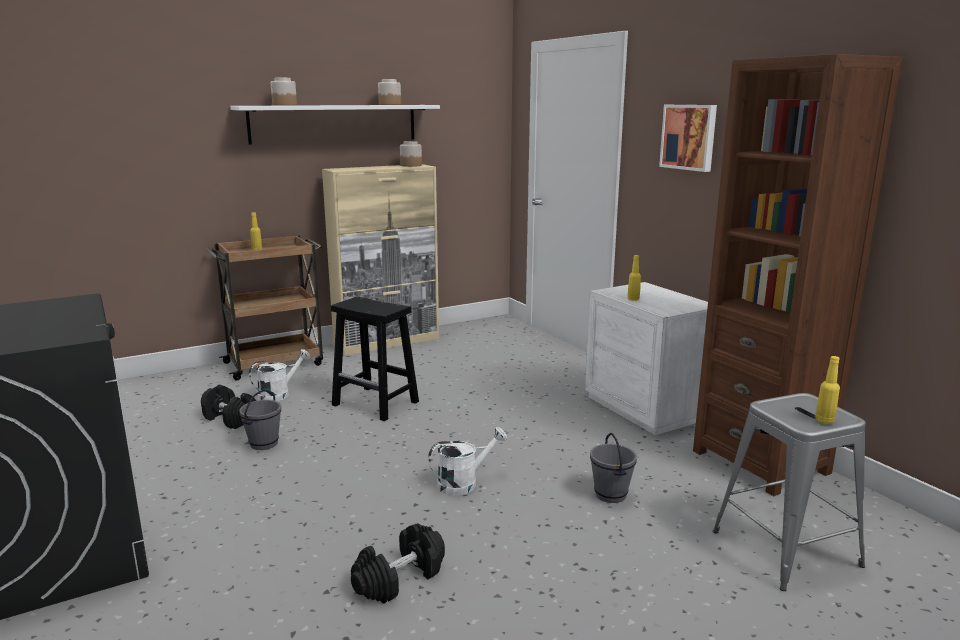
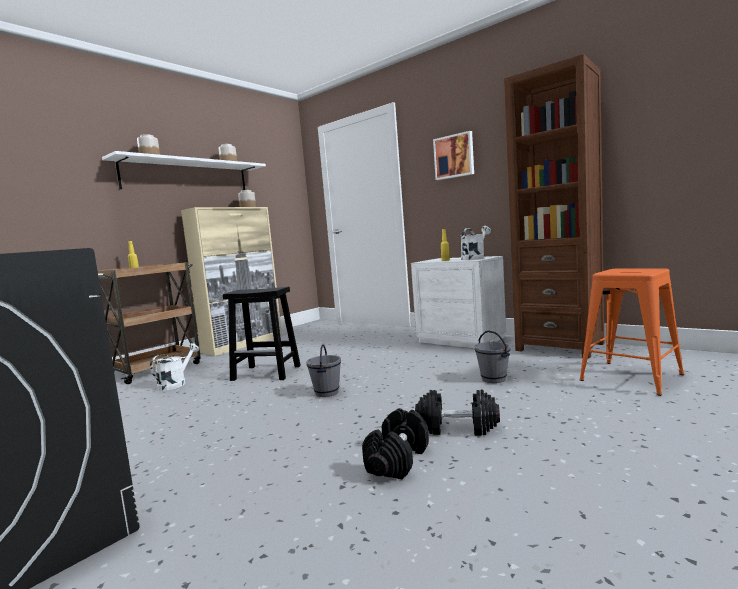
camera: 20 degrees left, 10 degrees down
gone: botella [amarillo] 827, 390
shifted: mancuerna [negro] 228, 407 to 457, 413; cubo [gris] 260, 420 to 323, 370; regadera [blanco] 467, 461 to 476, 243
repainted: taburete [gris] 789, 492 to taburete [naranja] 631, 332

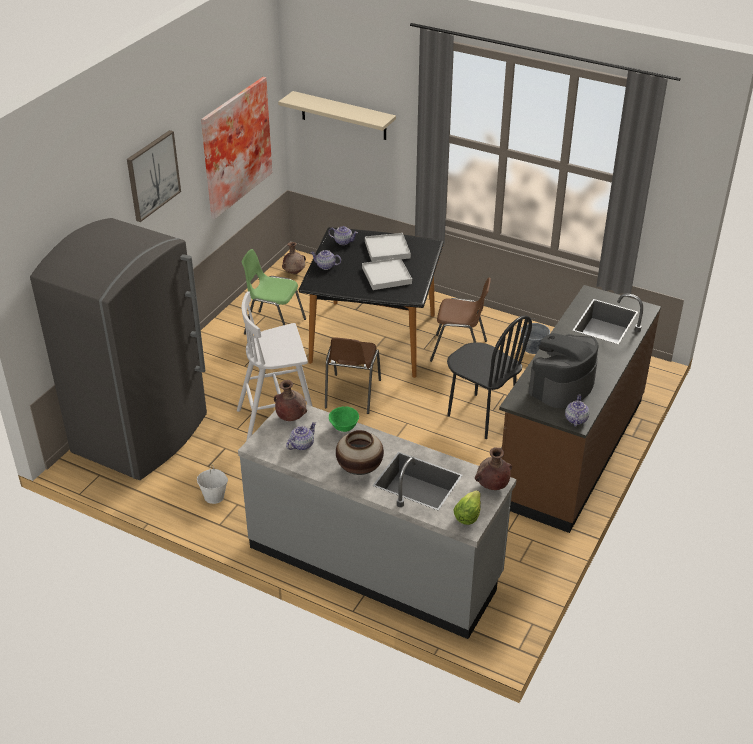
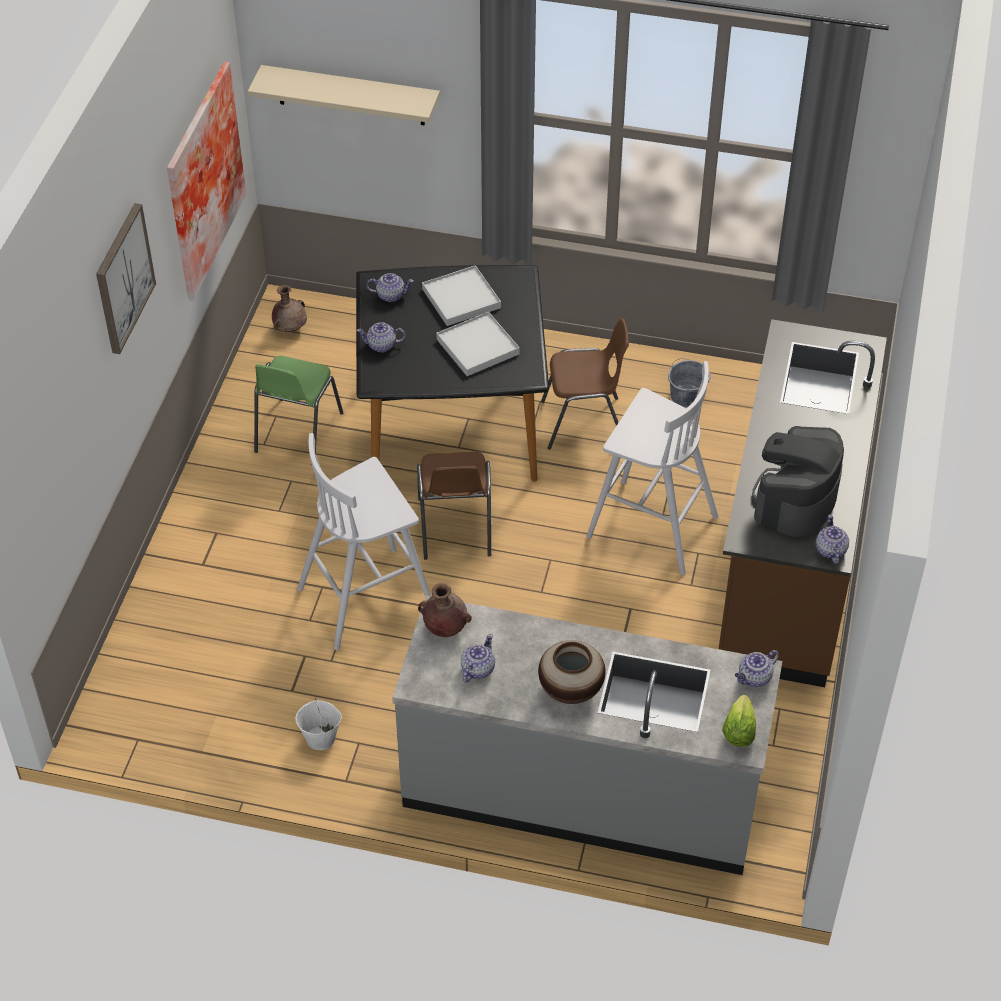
camera: 15 degrees left, 10 degrees up
gone: nevera [gris] 118, 349; cuenco [verde] 344, 419
swapped: silla [negro] 489, 377 to taburete [blanco] 652, 468; florero [marrón] 493, 468 to tetera 757, 668
rotated: silla [verde] 274, 292 = 298, 410 75 degrees counterclockwise

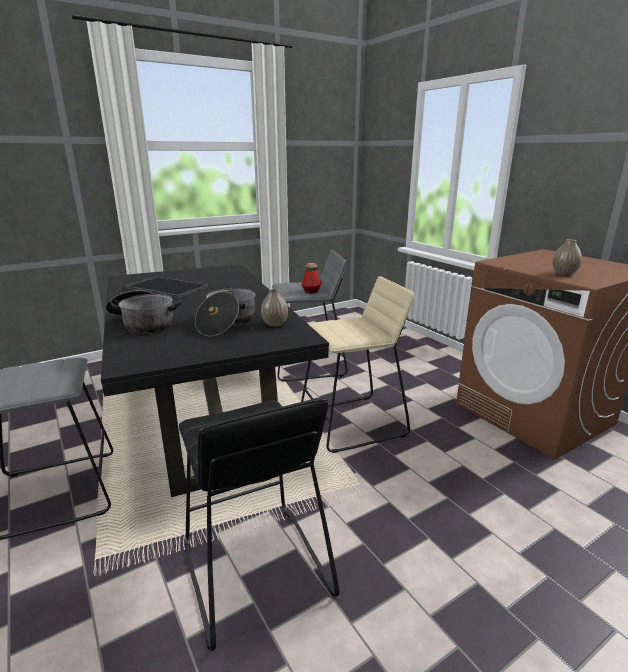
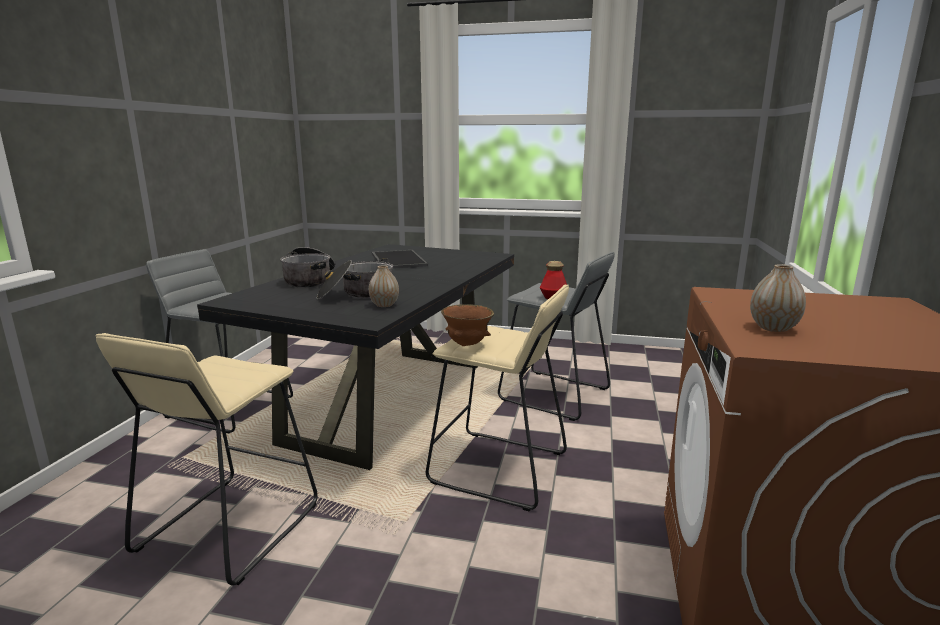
camera: 45 degrees right, 5 degrees down
new: cuenco [marrón] 467, 325
repainted: taburete [negro] 259, 524 to taburete [beis] 206, 459

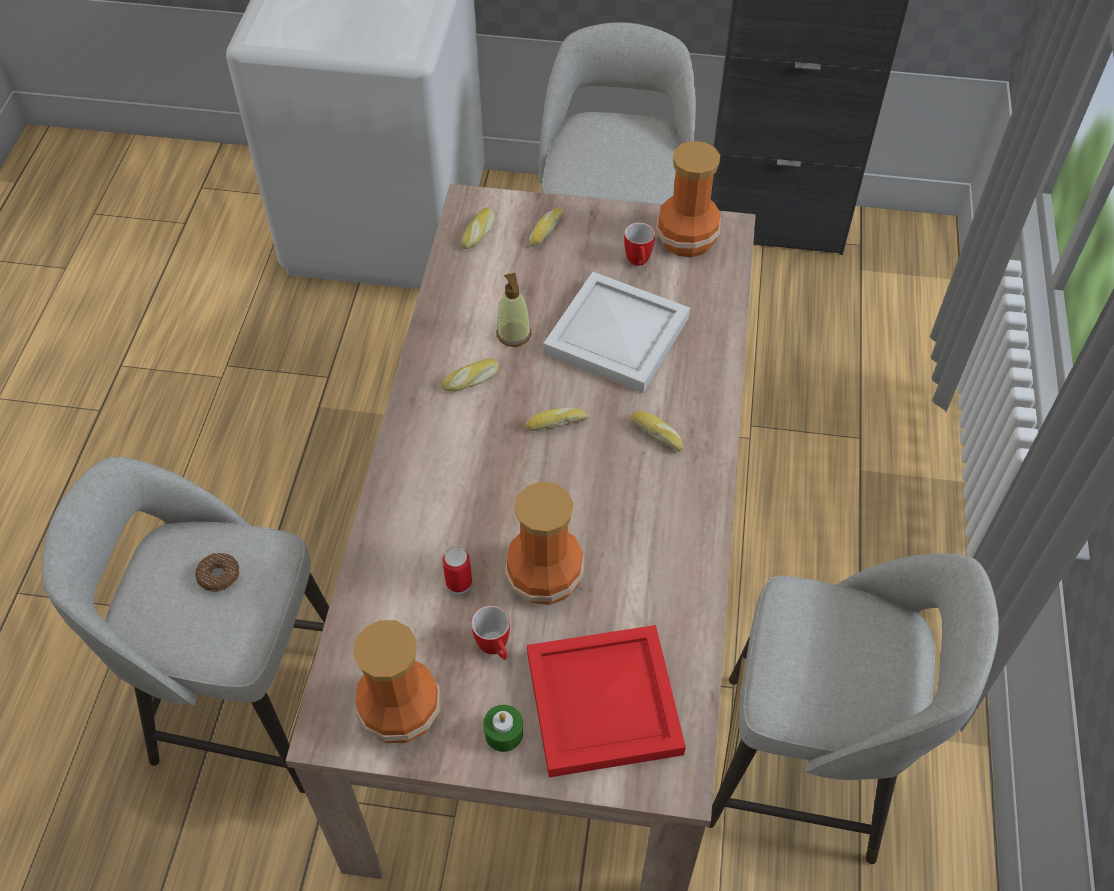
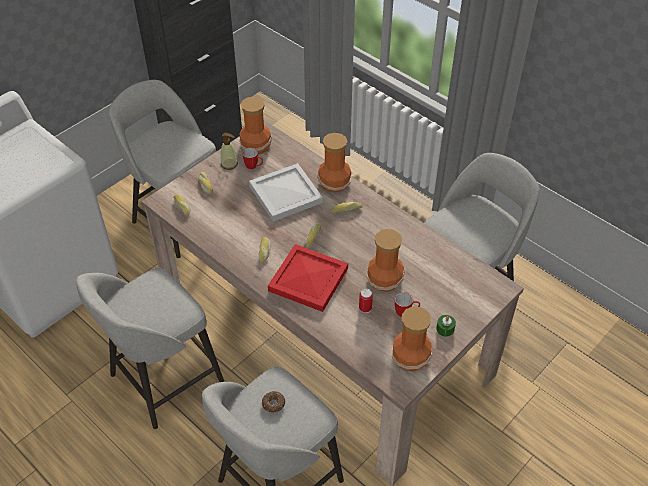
camera: 55 degrees left, 5 degrees down
new: taburete [gris] 150, 348; florero 334, 162
shifted: dispensador de jabón 513, 310 to 229, 151; bandeja [rojo] 606, 701 to 308, 278

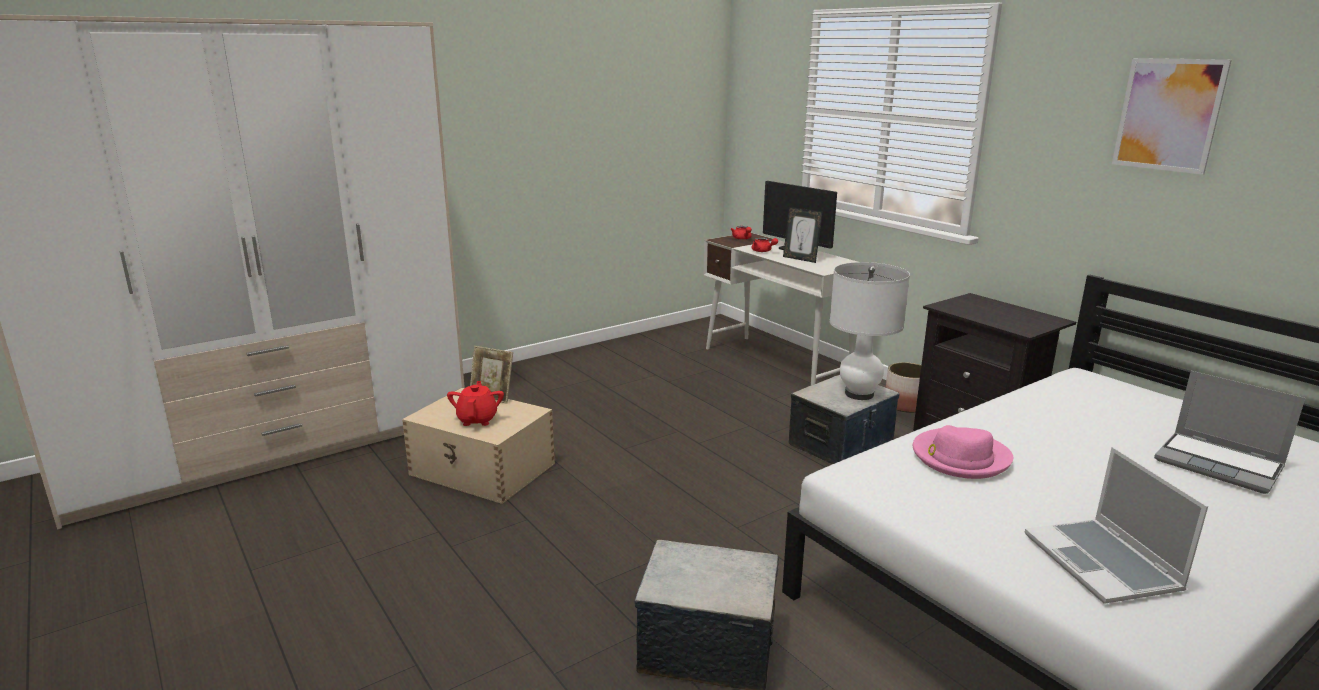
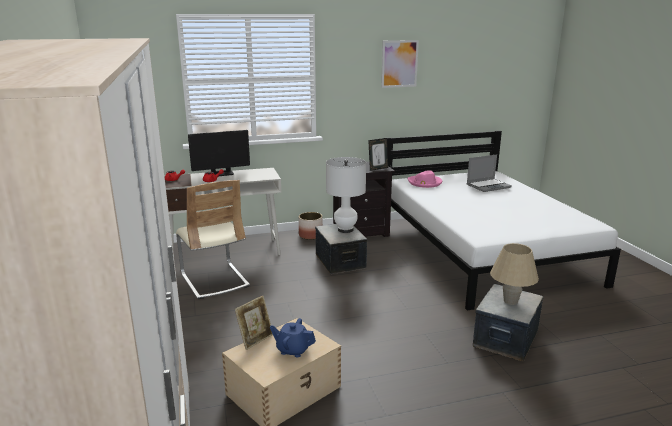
camera: 70 degrees left, 0 degrees up
gone: portátil 1116, 525
new: silla [beis] 213, 239; lámpara de mesa [beis] 514, 274
shifted: portarretratos 803, 235 to 378, 154; sombrero [rosa] 963, 452 to 425, 179
repainted: tetera [rojo] 475, 403 to tetera [azul] 293, 337

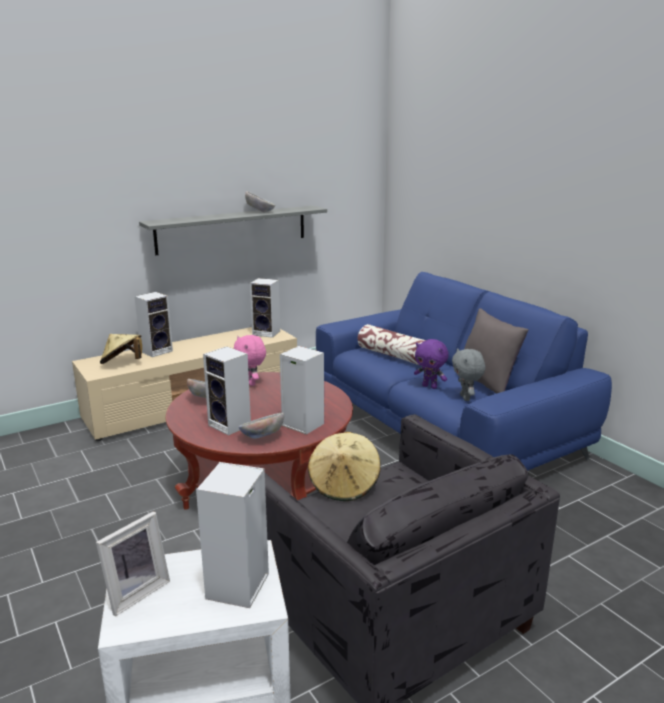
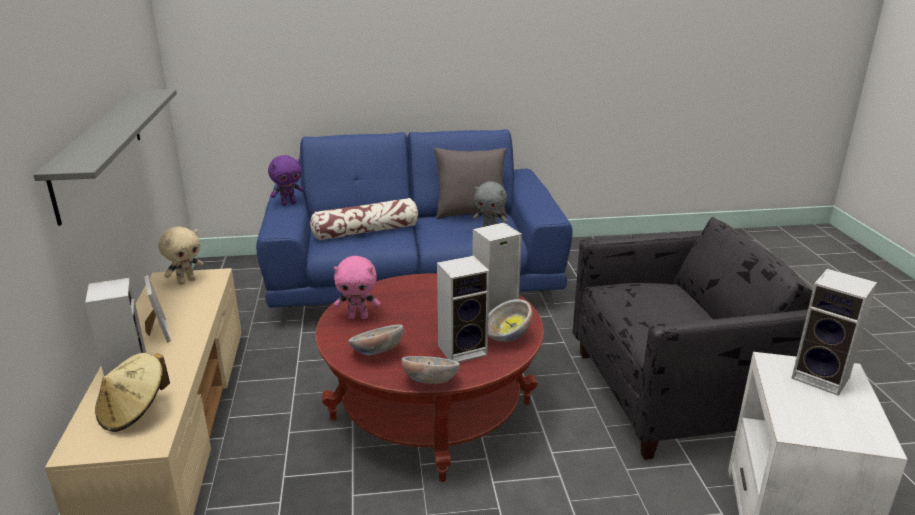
camera: 65 degrees left, 5 degrees up
gone: sombrero [beis] 344, 466
shifted: portarretratos 133, 563 to 157, 309; cuenco 260, 201 to 431, 370; peluche [morado] 431, 364 to 286, 180
swapped: altavoz 265, 308 to peluche [beis] 181, 255

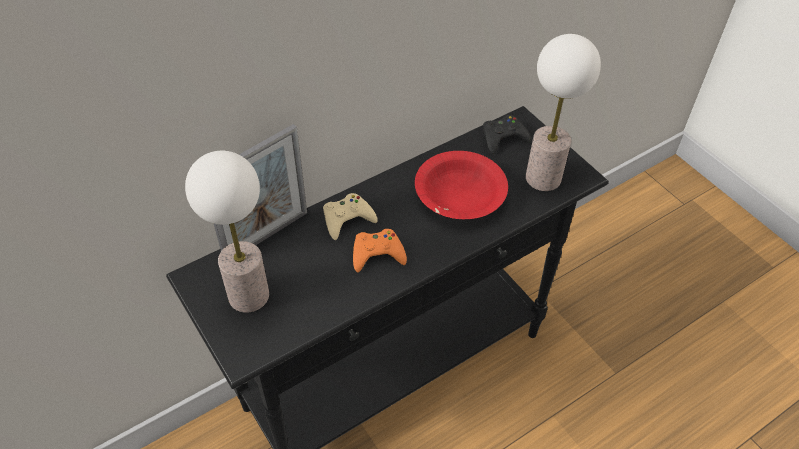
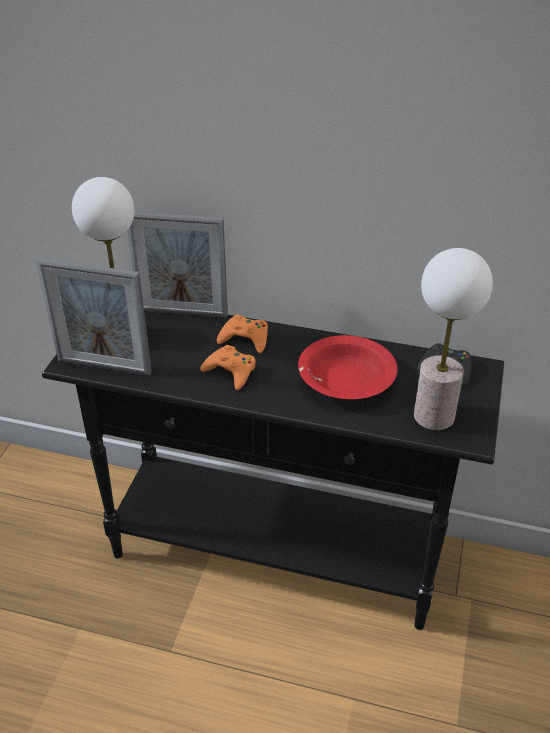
camera: 50 degrees right, 10 degrees down
new: portarretratos 94, 317
repainted: mando de consola [beis] 350, 216 to mando de consola [naranja] 242, 334

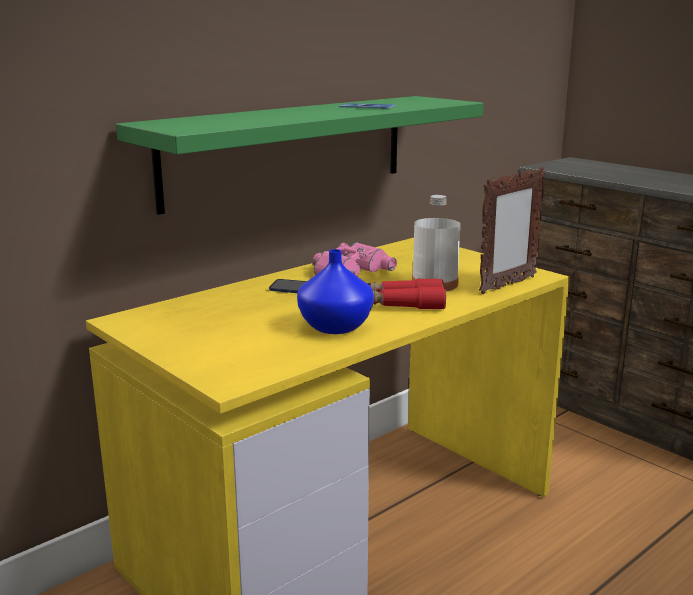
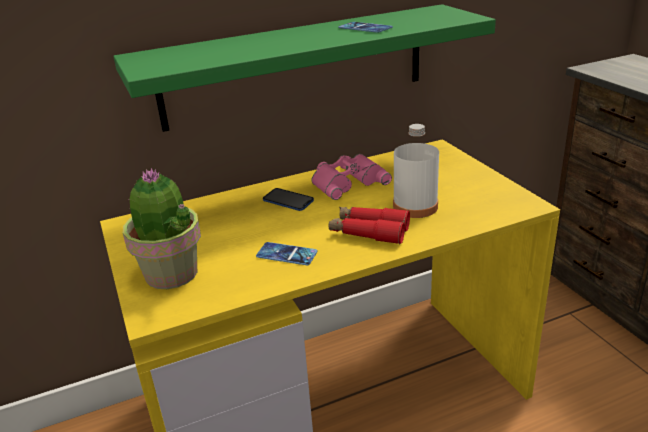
camera: 20 degrees right, 10 degrees up
gone: portarretratos 512, 230
new: planta en maceta 162, 228
swapped: florero [azul] 335, 291 to móvil 287, 253

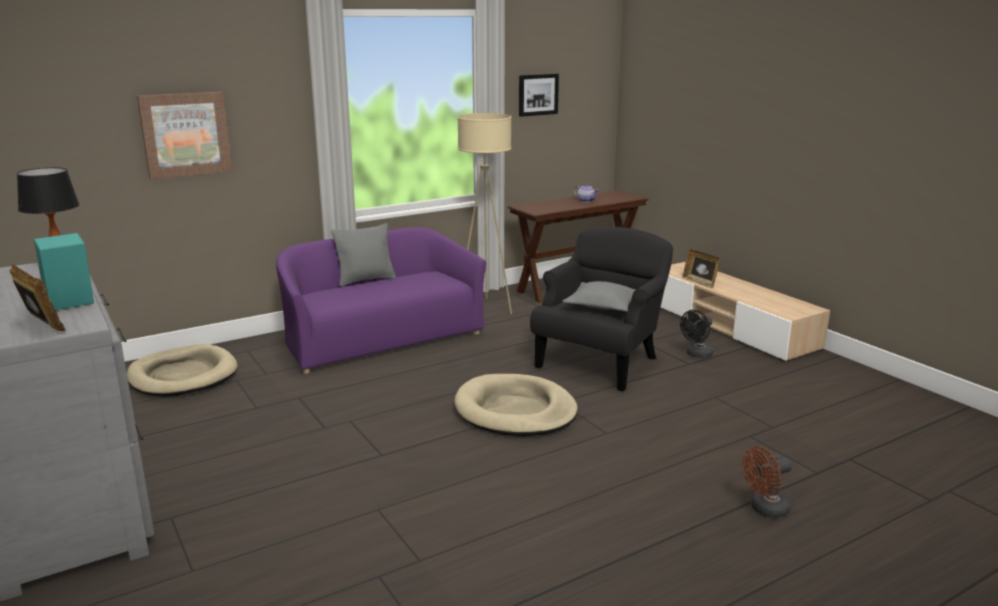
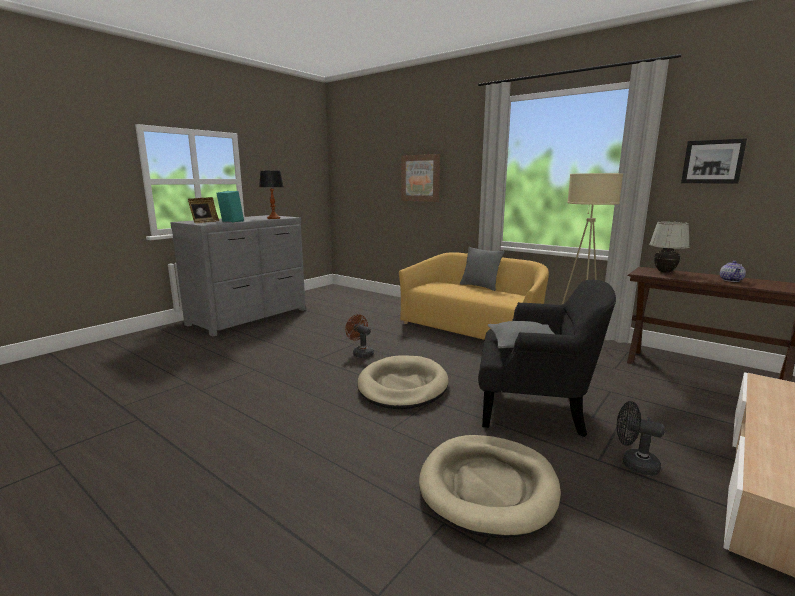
camera: 70 degrees right, 5 degrees down
gone: portarretratos 701, 268
new: lámpara de mesa [blanco] 669, 247
shifted: cama para perro [beis] 182, 370 to 490, 486; ventilador [marrón] 767, 482 to 359, 336
repainted: sofá [morado] 381, 300 to sofá [amarillo] 474, 296

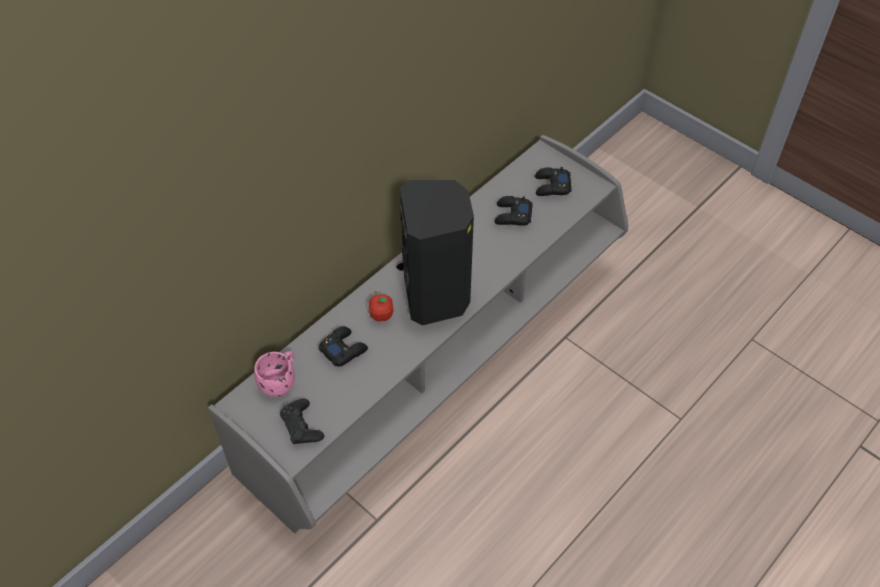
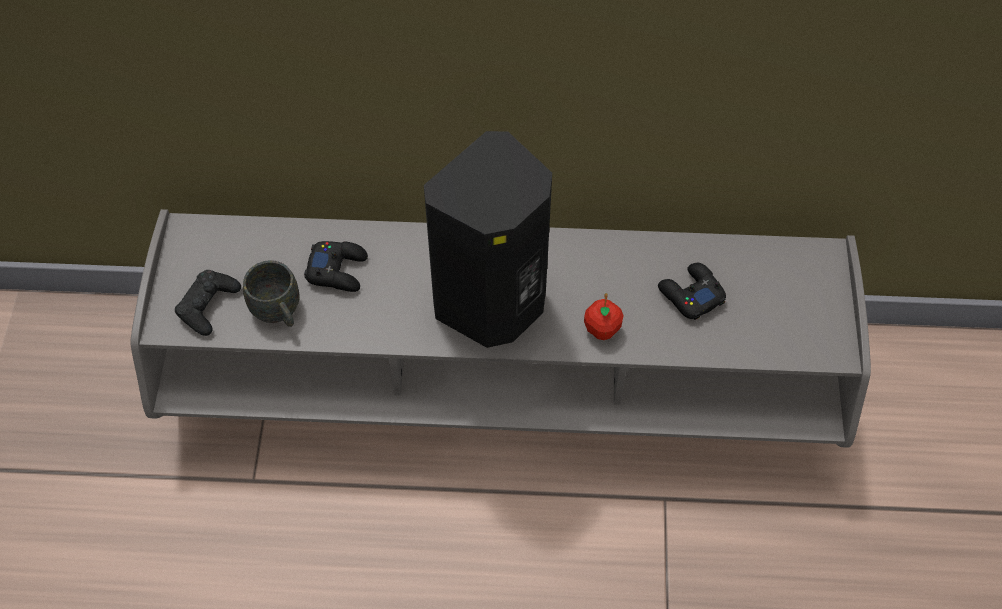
camera: 50 degrees right, 5 degrees up
gone: taza grande [rosa] 274, 374; mando de consola [negro] 553, 181
new: taza grande [gris] 271, 293
shifted: manzana 381, 306 to 604, 316

